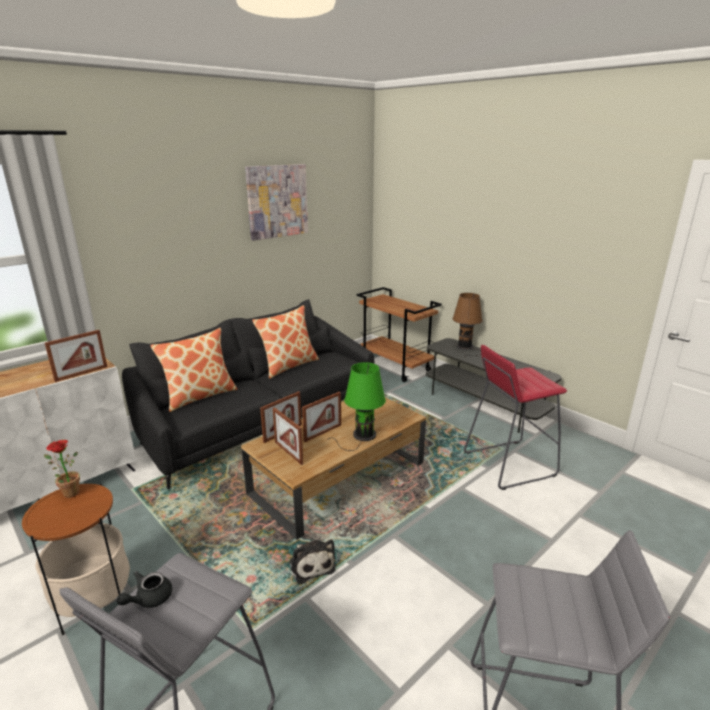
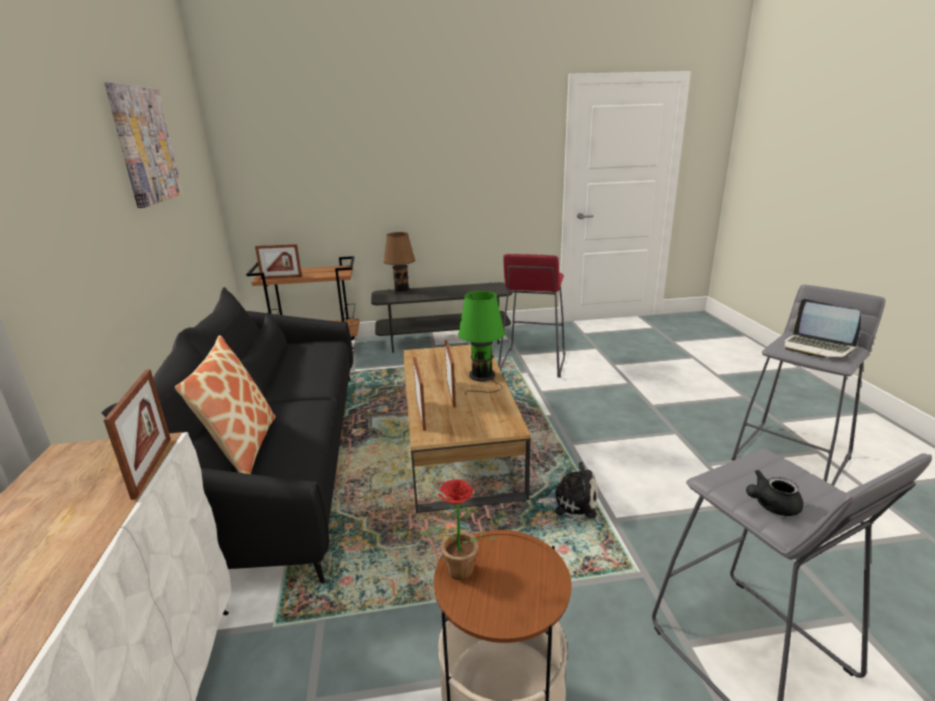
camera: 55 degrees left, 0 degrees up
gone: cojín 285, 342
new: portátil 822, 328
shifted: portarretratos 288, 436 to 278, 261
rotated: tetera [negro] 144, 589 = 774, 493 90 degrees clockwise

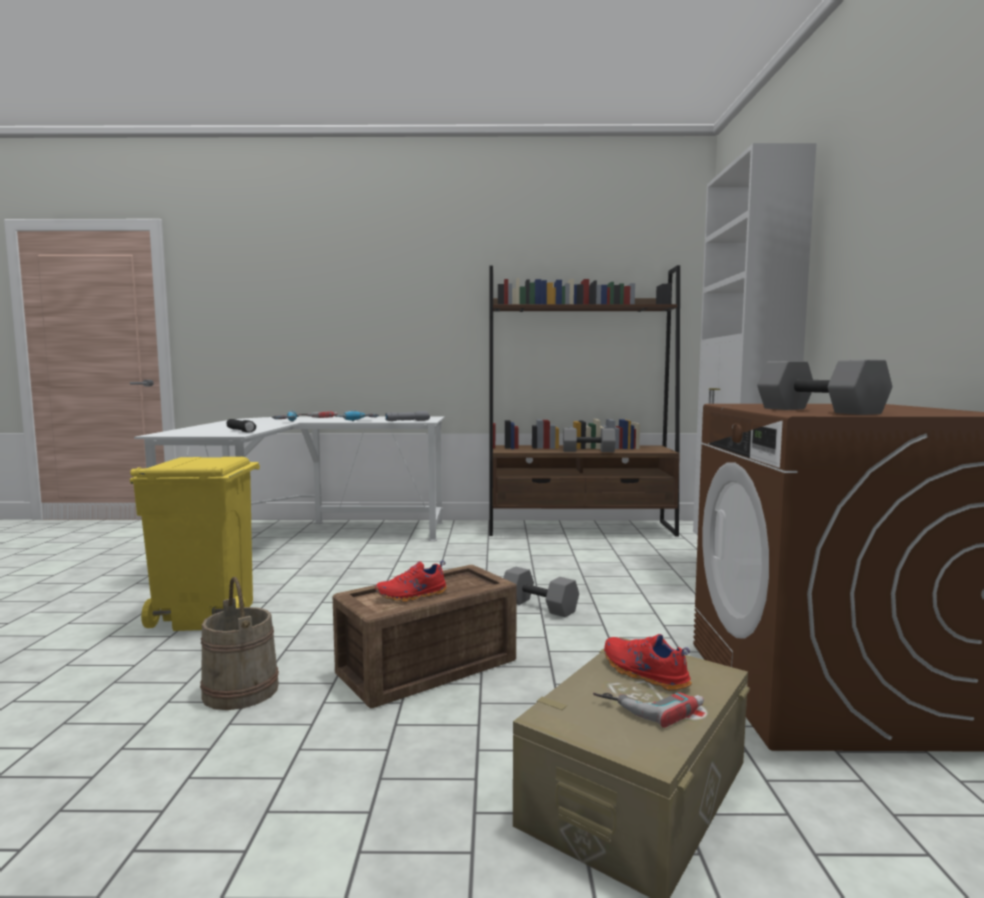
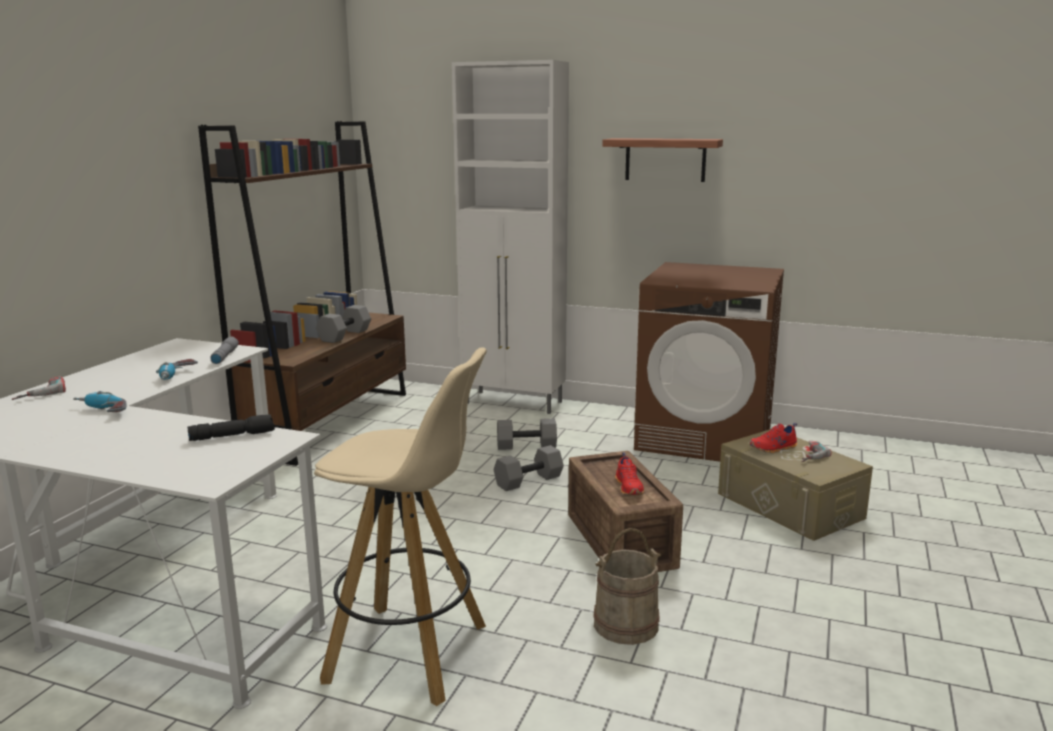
camera: 70 degrees left, 10 degrees up
new: estante 662, 160
shifted: mancuerna [gris] 824, 387 to 527, 434
swapped: papelera [amarillo] 195, 544 to taburete [beis] 400, 526

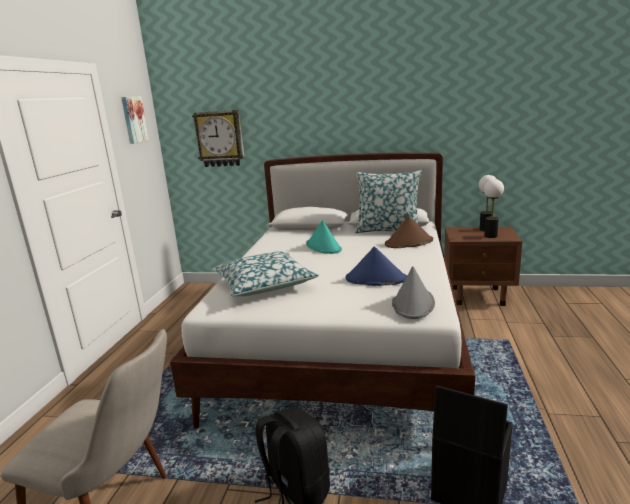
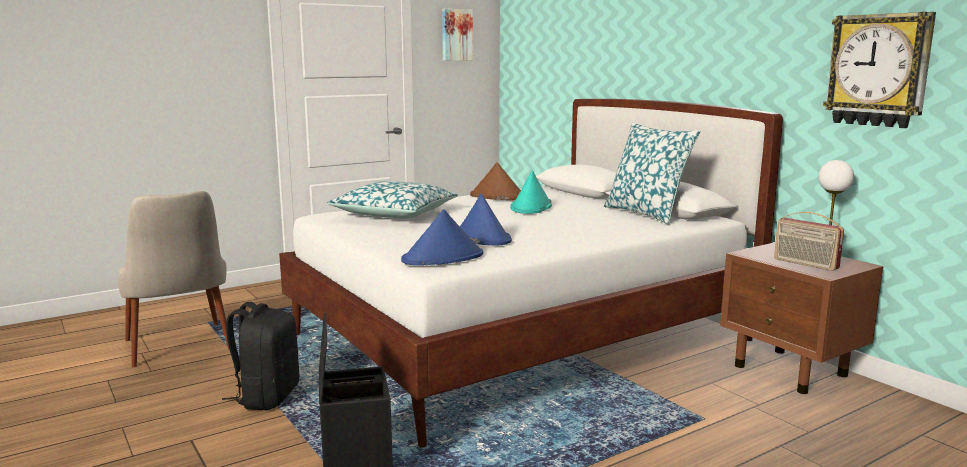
camera: 45 degrees right, 5 degrees down
shifted: reloj de pared 218, 138 to 879, 70; sombrero [marrón] 409, 232 to 495, 181
swapped: lámpara de mesa 494, 208 to radio 809, 241
repainted: sombrero [gris] 413, 292 to sombrero [azul] 442, 237

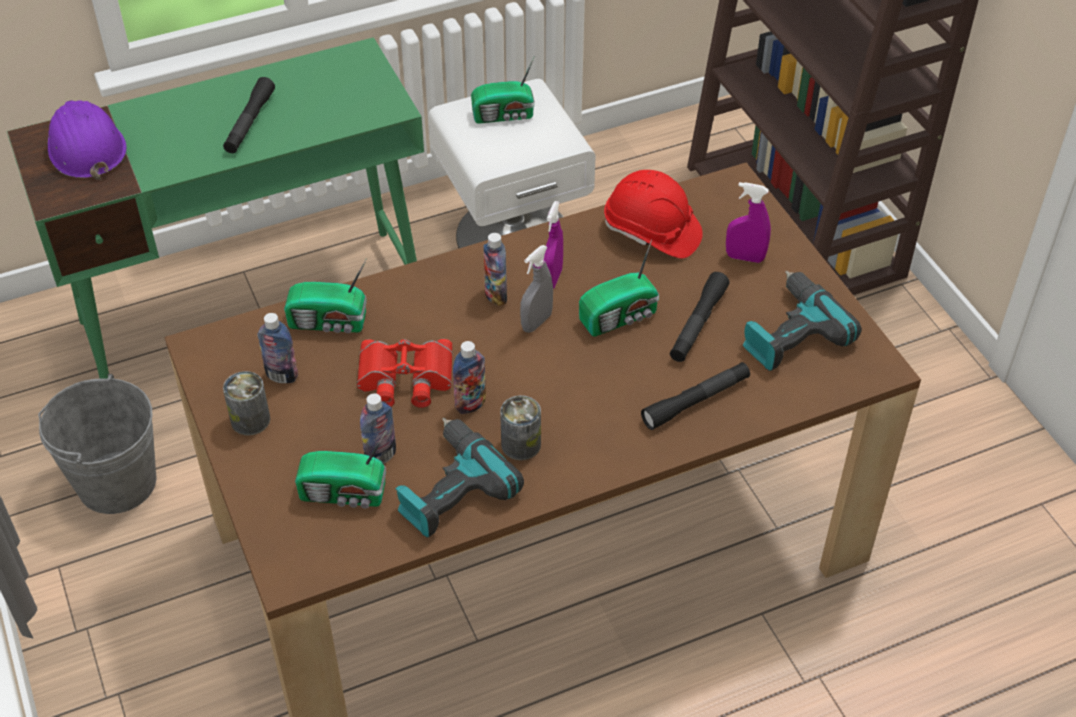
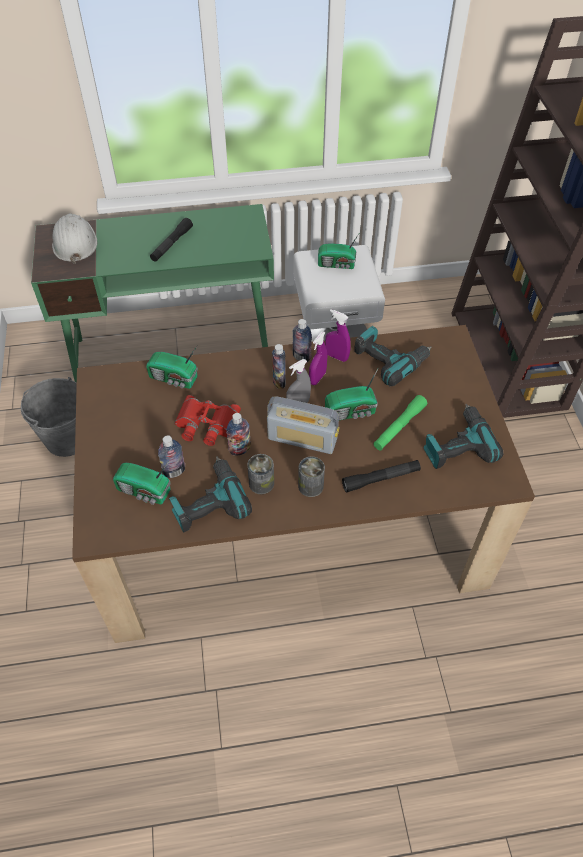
camera: 15 degrees right, 5 degrees up
new: radio 303, 425
shifted: lata 246, 403 to 311, 477; botella 277, 348 to 302, 340; pulverizador [morado] 748, 222 to 338, 335
swapped: casco [rojo] 653, 214 to taladro 393, 356
repainted: casco [morado] 87, 140 to casco [blanco] 75, 238; linterna [negro] 700, 317 to linterna [verde] 400, 422

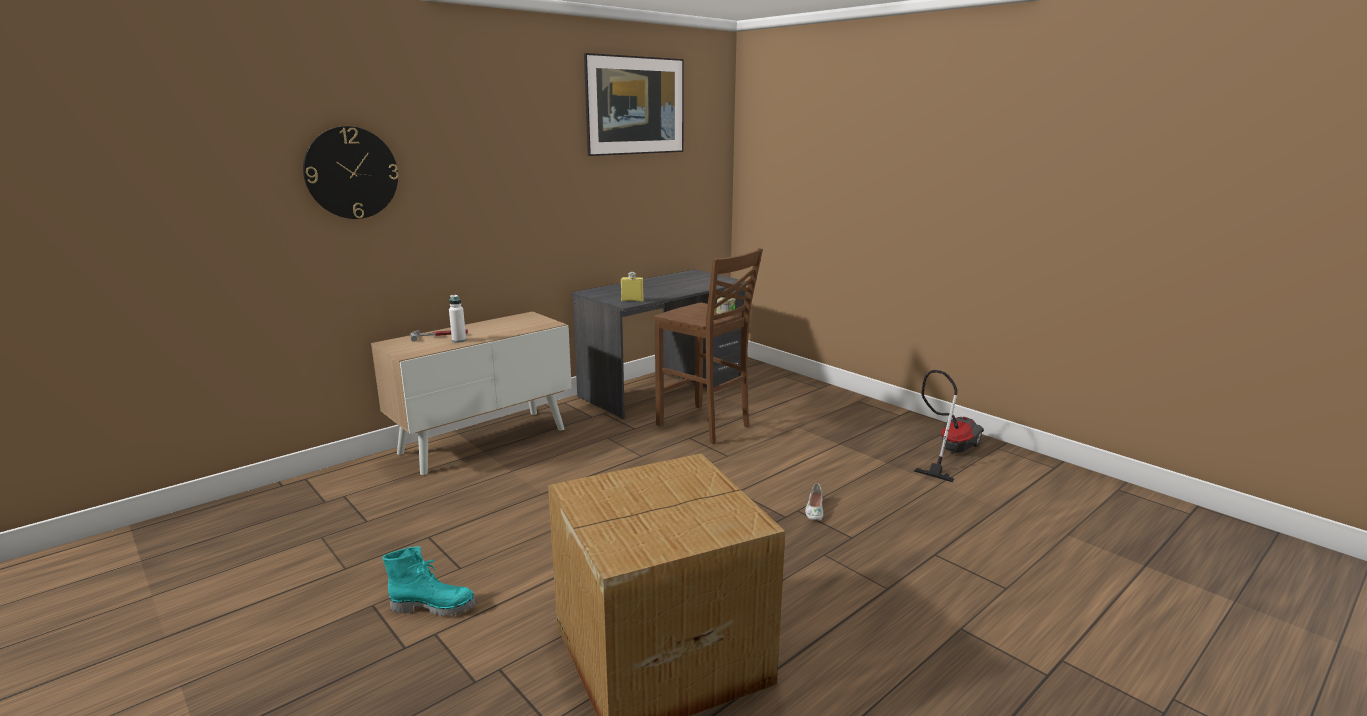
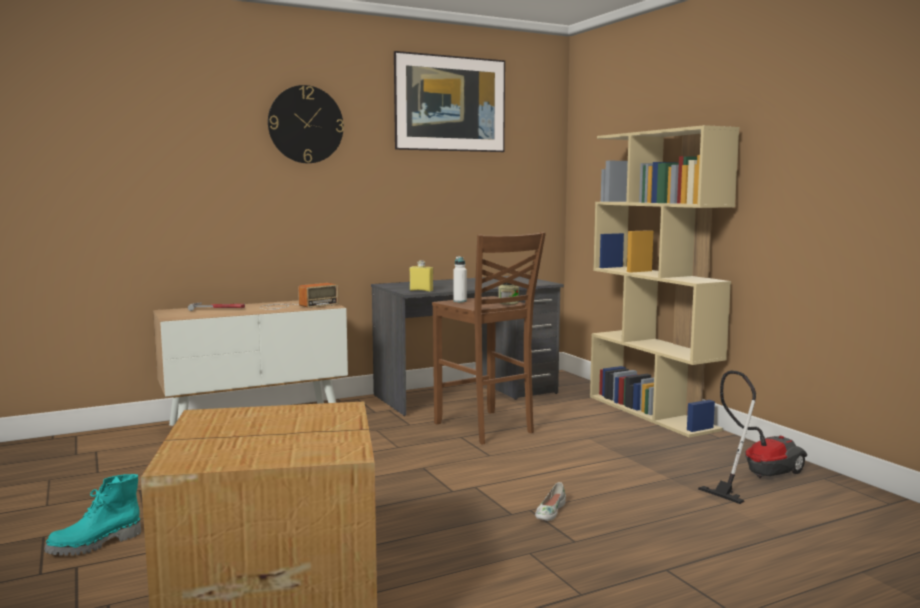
camera: 15 degrees right, 10 degrees down
new: radio 299, 296; estantería [beis] 665, 281
shifted: reloj de pared 351, 172 to 306, 124; botella [blanco] 457, 318 to 460, 279
rotated: bota [turquesa] 429, 581 = 92, 515 120 degrees clockwise

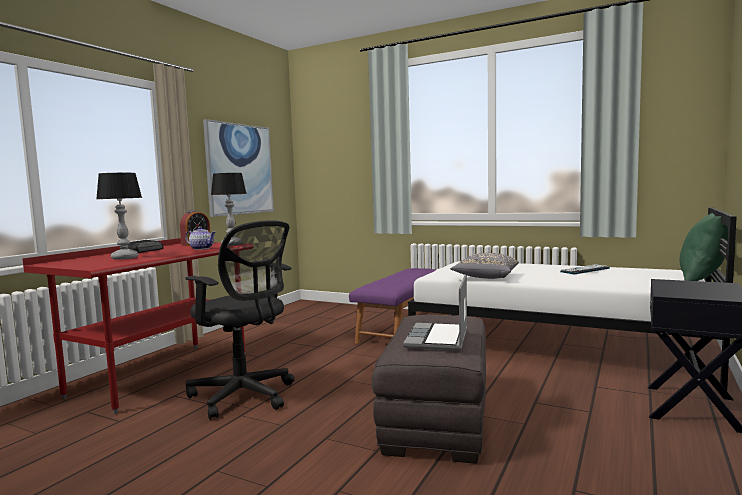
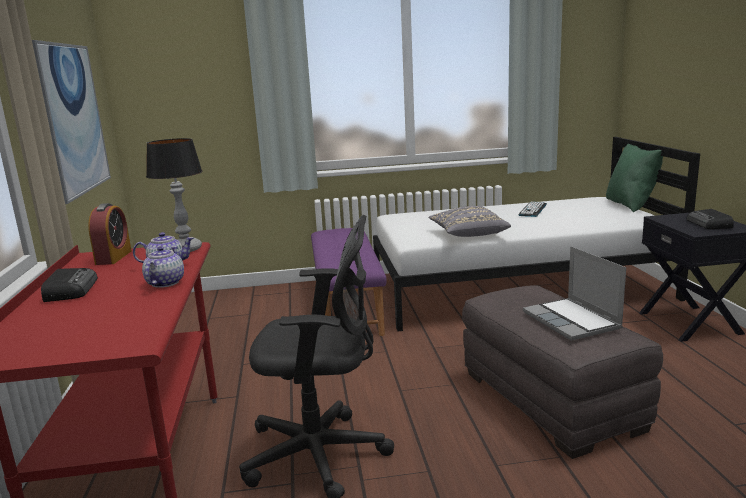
camera: 35 degrees left, 10 degrees up
gone: lámpara de mesa 119, 216
new: tetera 163, 267; radio 710, 219

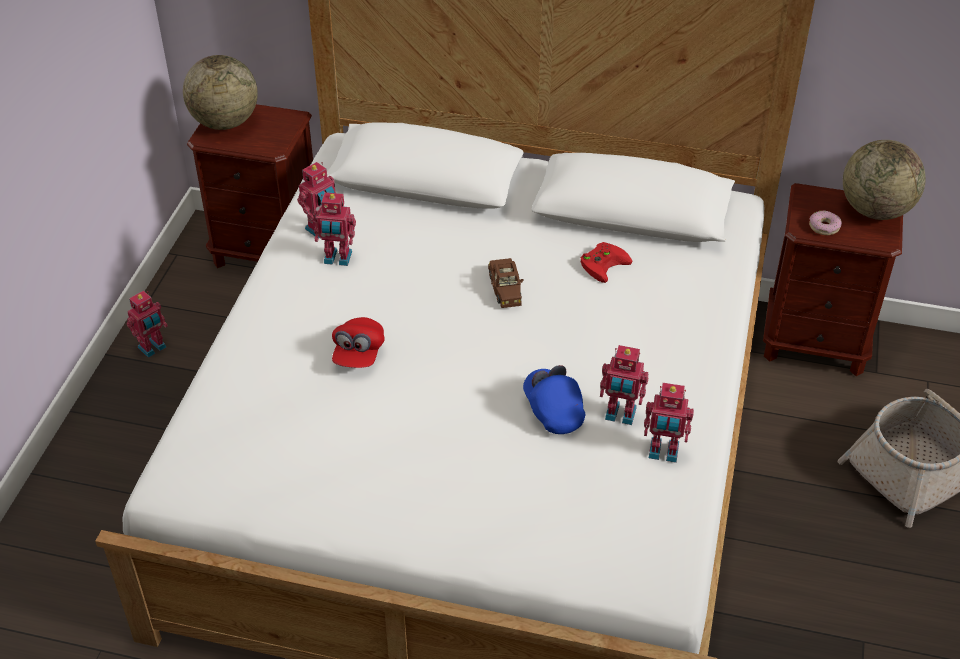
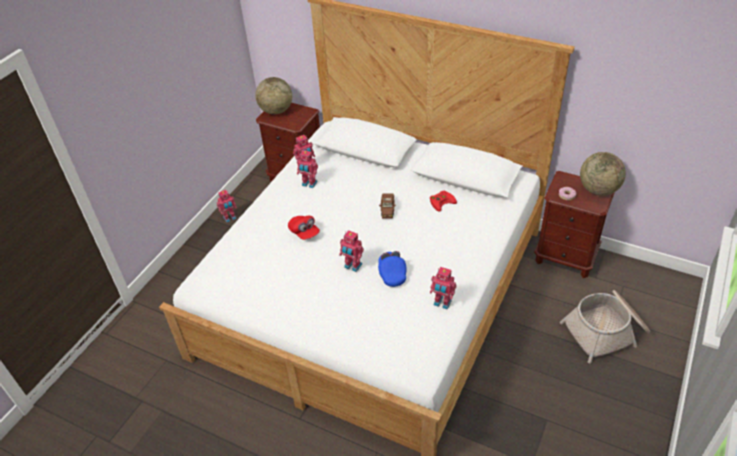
camera: 15 degrees right, 0 degrees up
shifted: robot de juguete 624, 385 to 351, 251
rotated: gorra [rojo] 358, 342 = 304, 228 60 degrees counterclockwise

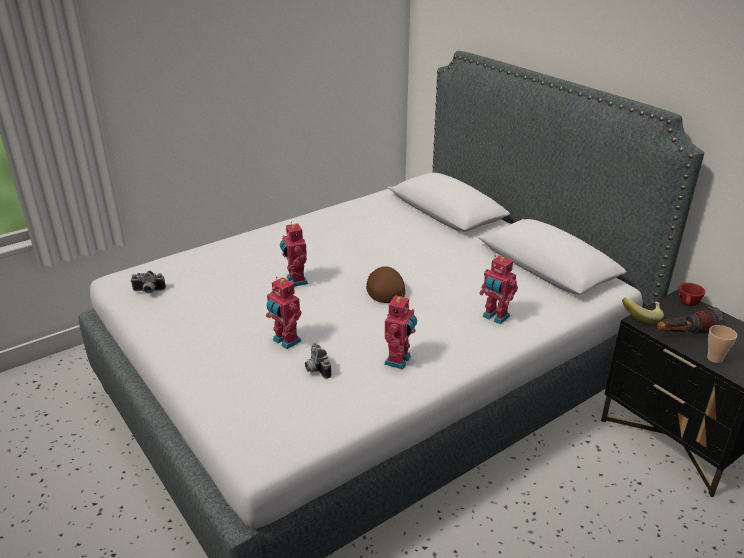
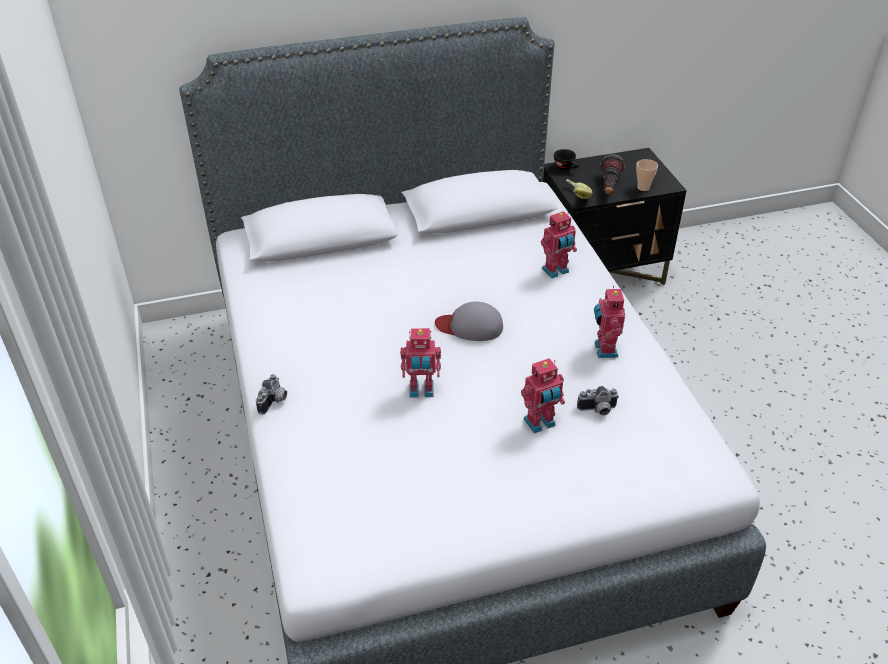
camera: 70 degrees left, 10 degrees up
shifted: cámara 148, 282 to 271, 394
repainted: gorra [marrón] 385, 284 to gorra [gris] 469, 321; taza [rojo] 692, 294 to taza [negro] 566, 159
rotated: robot de juguete 400, 331 = 609, 322 135 degrees counterclockwise

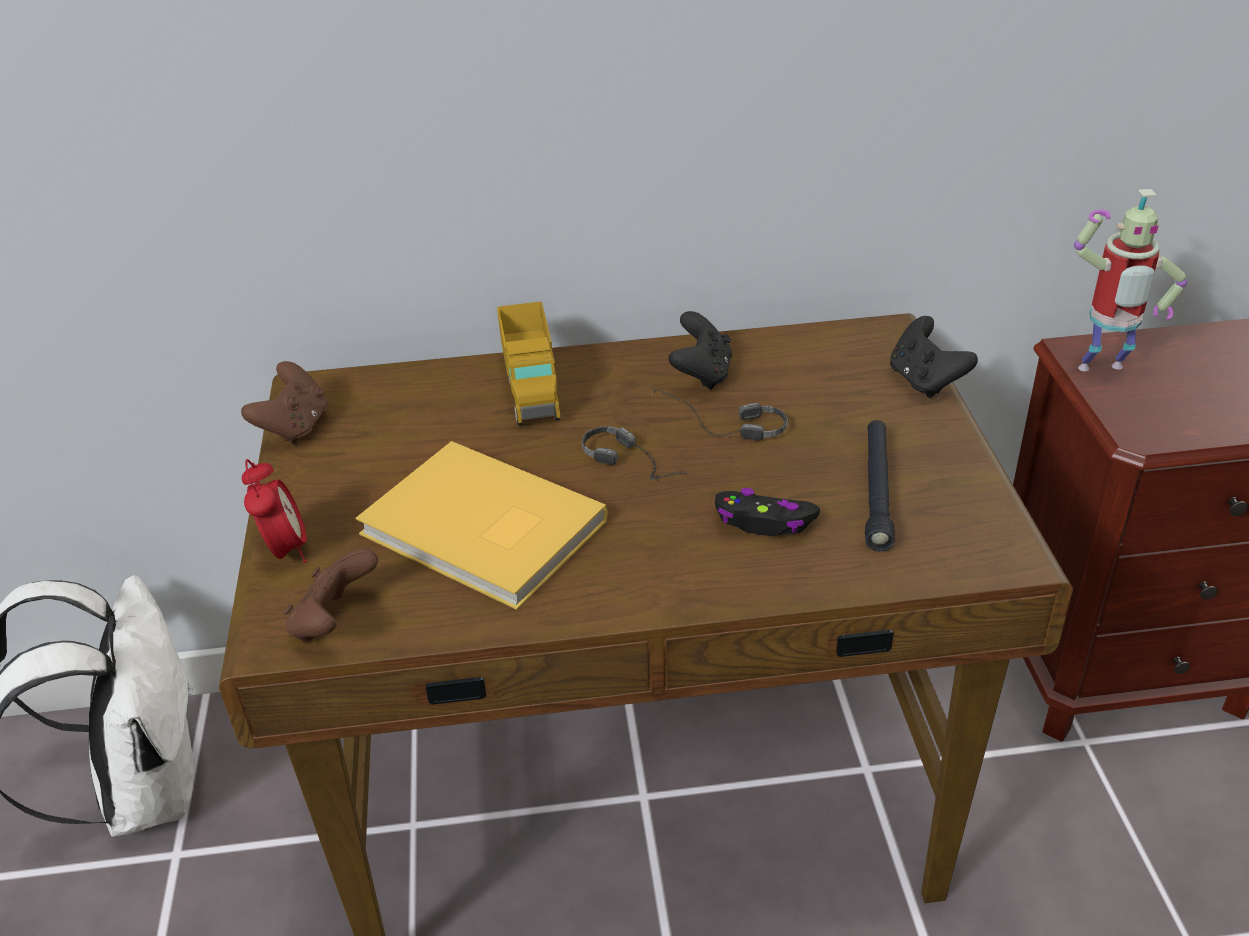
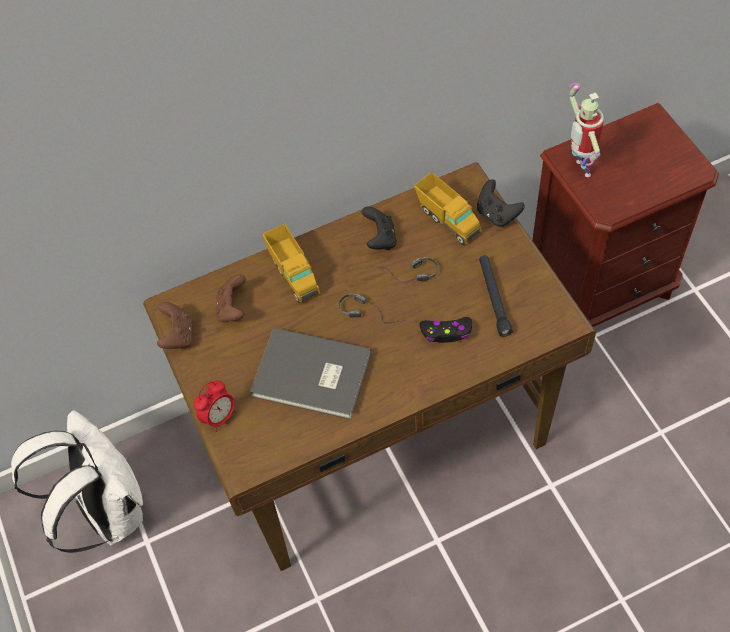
camera: 15 degrees left, 20 degrees up
new: camión de juguete 448, 208
shifted: mando de consola [marrón] 331, 595 to 230, 298
repainted: libro [amarillo] 482, 525 to libro [gris] 310, 373
rotated: despertador 274, 511 = 215, 406 75 degrees clockwise; robot de juguete 1130, 280 = 586, 130 90 degrees clockwise

